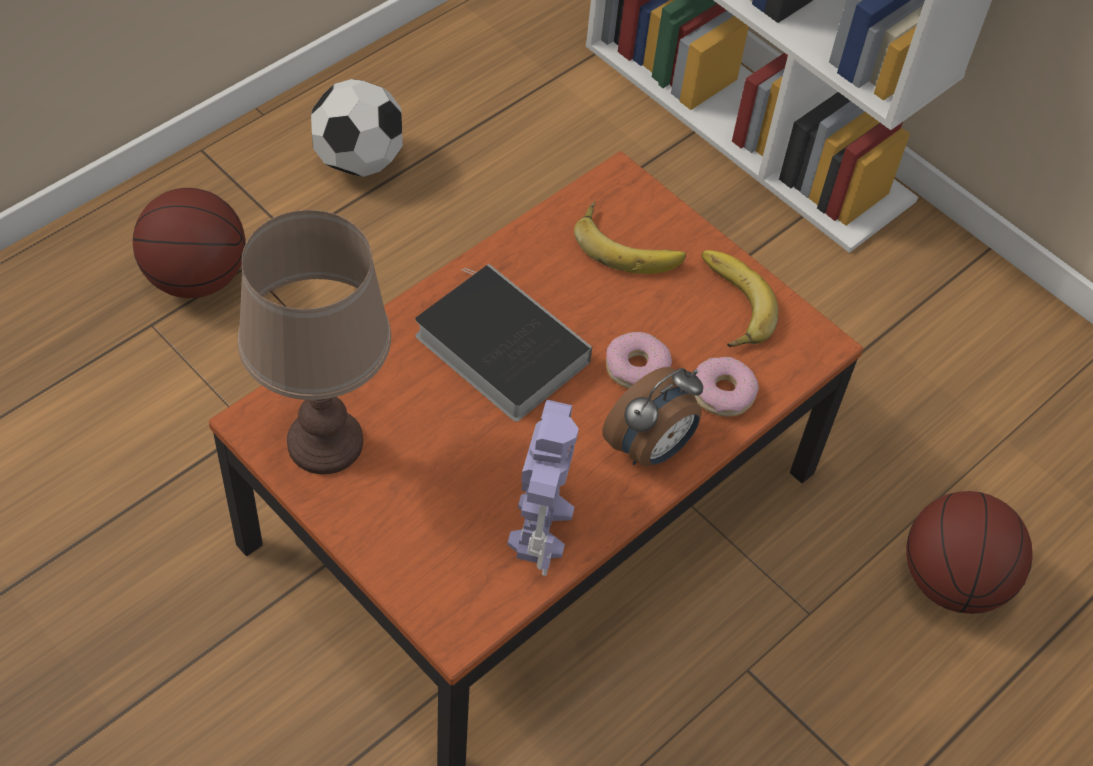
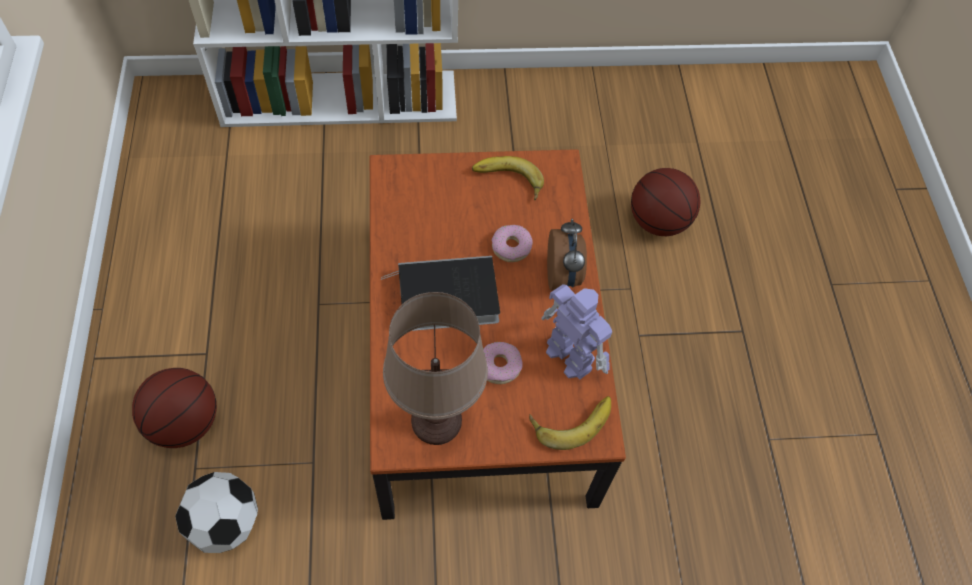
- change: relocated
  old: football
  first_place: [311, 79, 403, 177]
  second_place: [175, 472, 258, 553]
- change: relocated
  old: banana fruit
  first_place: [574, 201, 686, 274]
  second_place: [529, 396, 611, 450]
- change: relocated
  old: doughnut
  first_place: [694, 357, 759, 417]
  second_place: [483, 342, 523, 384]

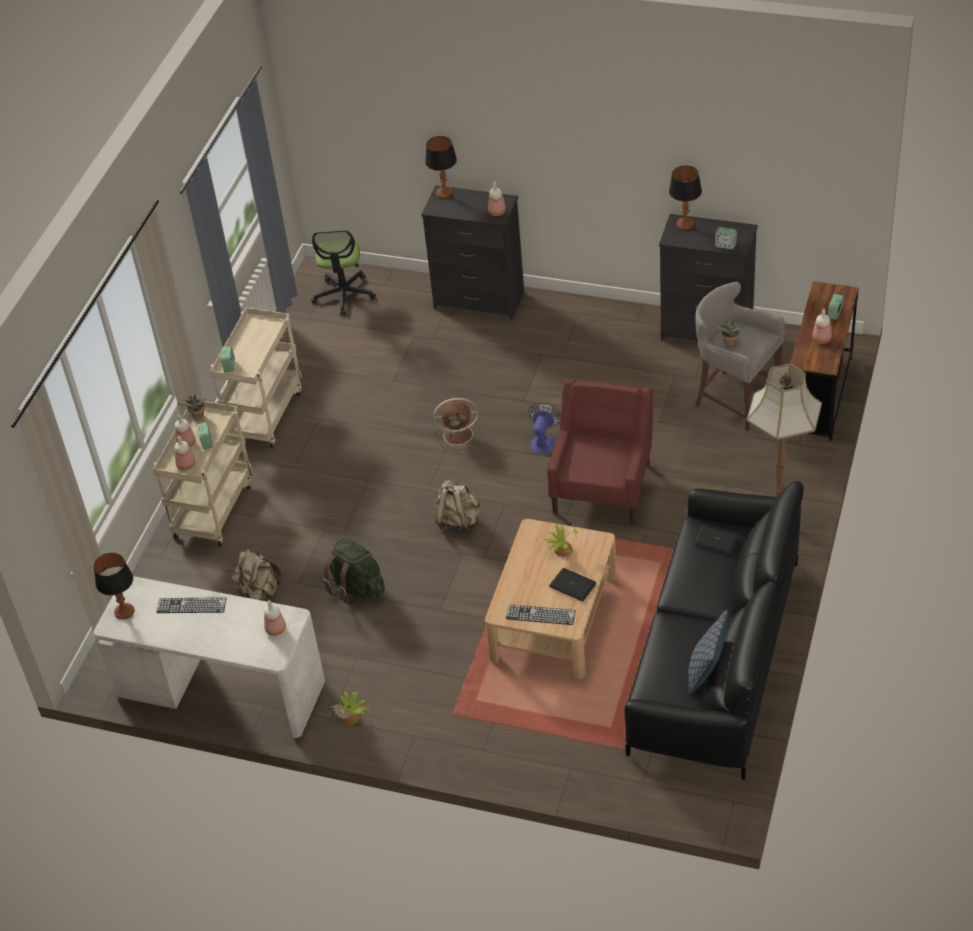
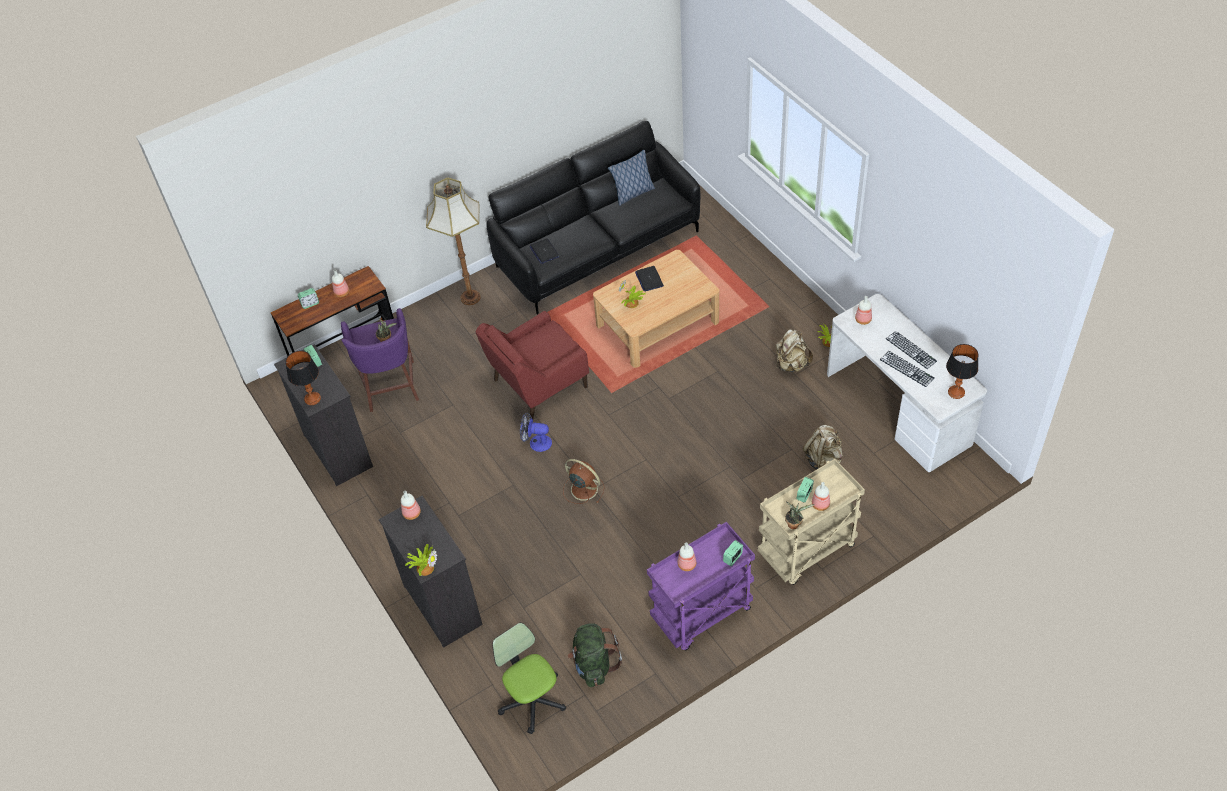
- change: relocated
  old: bottle
  first_place: [174, 436, 195, 470]
  second_place: [677, 542, 696, 571]
- change: relocated
  old: green rucksack
  first_place: [323, 539, 385, 605]
  second_place: [568, 623, 622, 687]
- change: relocated
  old: beige rucksack
  first_place: [435, 480, 480, 533]
  second_place: [776, 329, 813, 372]
- change: relocated
  old: computer keyboard
  first_place: [506, 605, 576, 625]
  second_place: [886, 331, 937, 369]
- change: exchanged
  old: table lamp
  new: plant in a pot
  first_place: [425, 136, 457, 199]
  second_place: [405, 544, 437, 576]
- change: colour
  old: beige cart
  new: purple-coloured cart
  first_place: [210, 307, 302, 448]
  second_place: [647, 522, 755, 650]
- change: colour
  old: gray sitting stool
  new: purple-coloured sitting stool
  first_place: [695, 282, 785, 431]
  second_place: [341, 308, 419, 412]
- change: spun
  old: office chair
  first_place: [311, 230, 376, 315]
  second_place: [492, 623, 566, 734]
  degrees: -75
- change: spun
  old: cooling fan
  first_place: [528, 402, 561, 454]
  second_place: [520, 412, 552, 452]
  degrees: 45

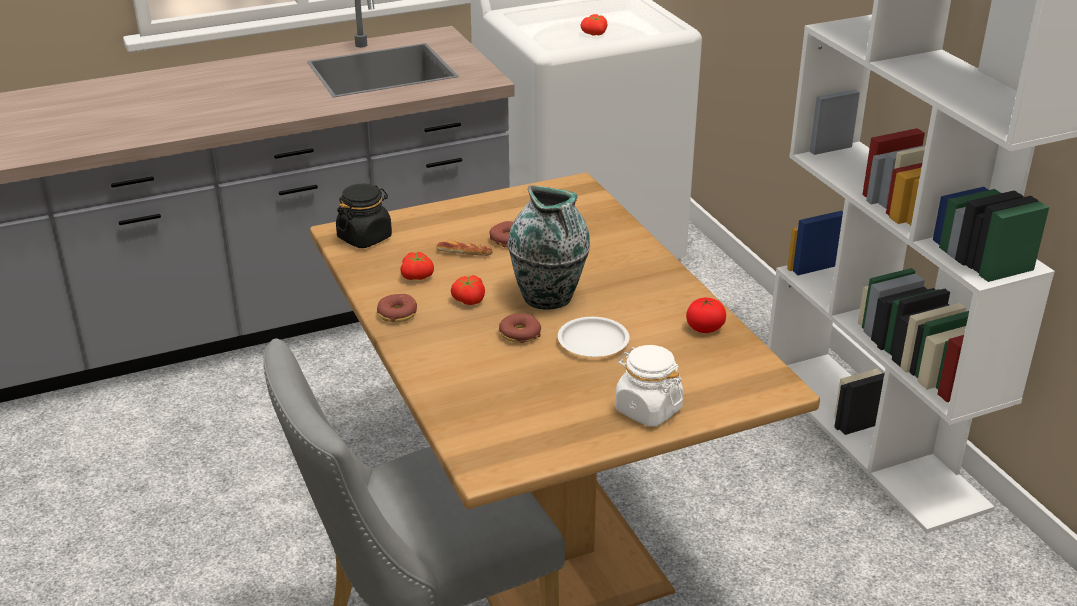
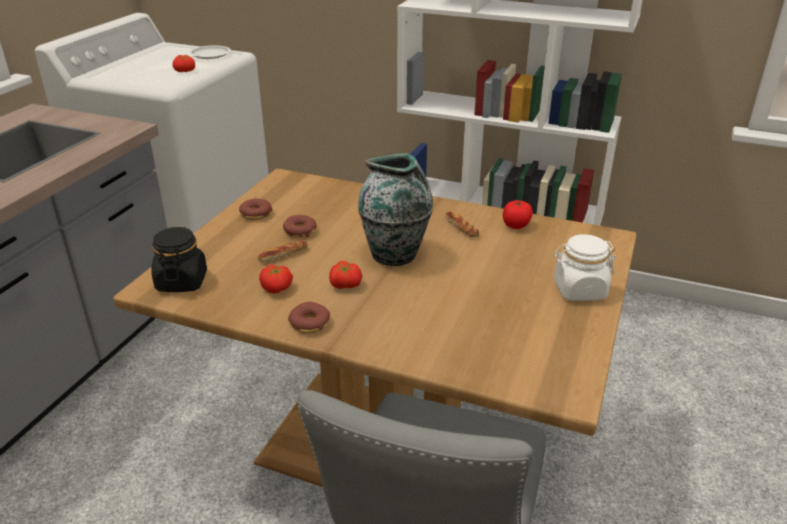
- change: appeared
  new: bakery bread
  second_place: [445, 211, 479, 238]
- change: relocated
  old: doughnut
  first_place: [499, 313, 541, 343]
  second_place: [239, 198, 272, 220]
- change: relocated
  old: white plate
  first_place: [558, 317, 629, 357]
  second_place: [189, 45, 231, 59]

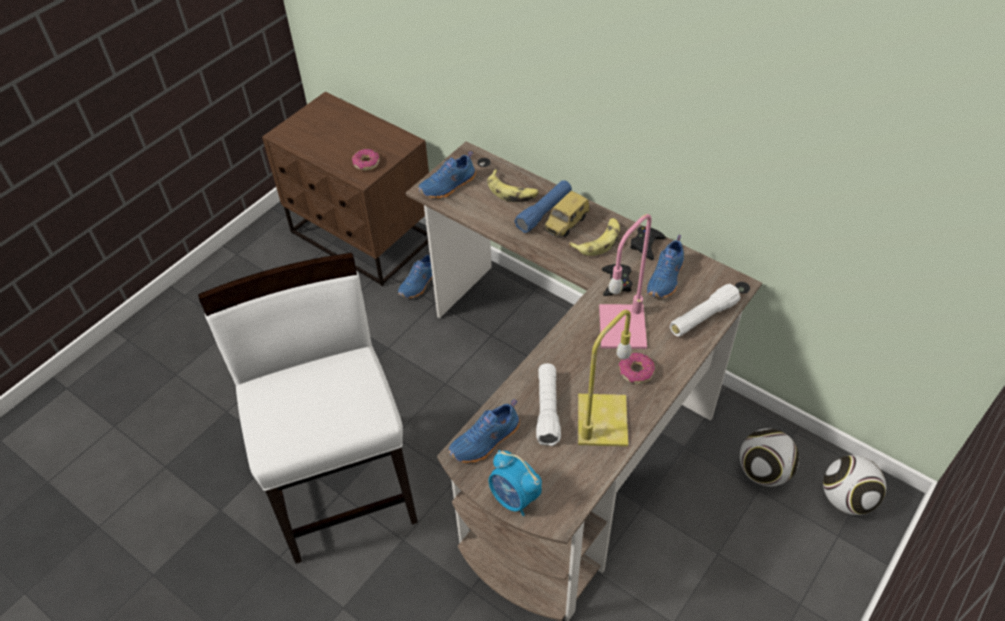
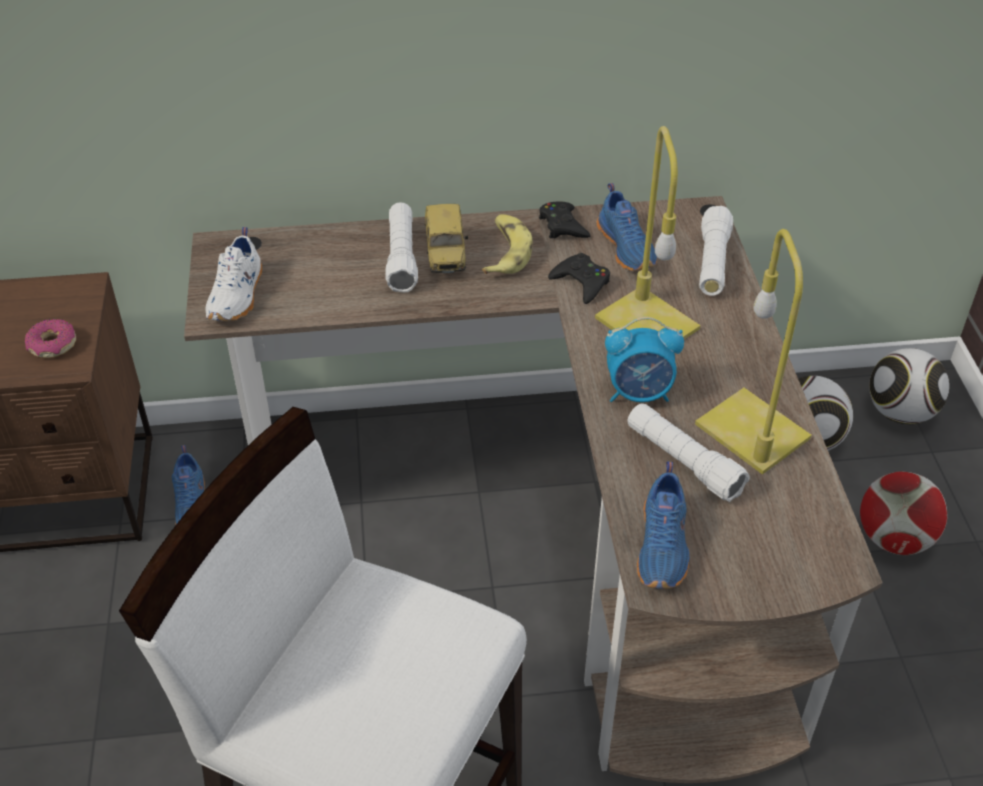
- change: missing
  old: banana fruit
  first_place: [487, 169, 539, 202]
- change: missing
  old: doughnut
  first_place: [619, 353, 655, 384]
- change: appeared
  new: football
  second_place: [860, 471, 948, 555]
- change: relocated
  old: table clock
  first_place: [489, 450, 542, 516]
  second_place: [605, 317, 684, 402]
- change: colour
  old: bluish shoe
  new: white shoe
  first_place: [418, 151, 476, 199]
  second_place: [206, 227, 262, 321]
- change: colour
  old: bluish hand torch
  new: white hand torch
  first_place: [514, 180, 572, 233]
  second_place: [386, 202, 418, 293]
- change: colour
  old: pink-coloured table lamp
  new: yellowish table lamp
  first_place: [599, 214, 652, 349]
  second_place: [595, 126, 701, 339]

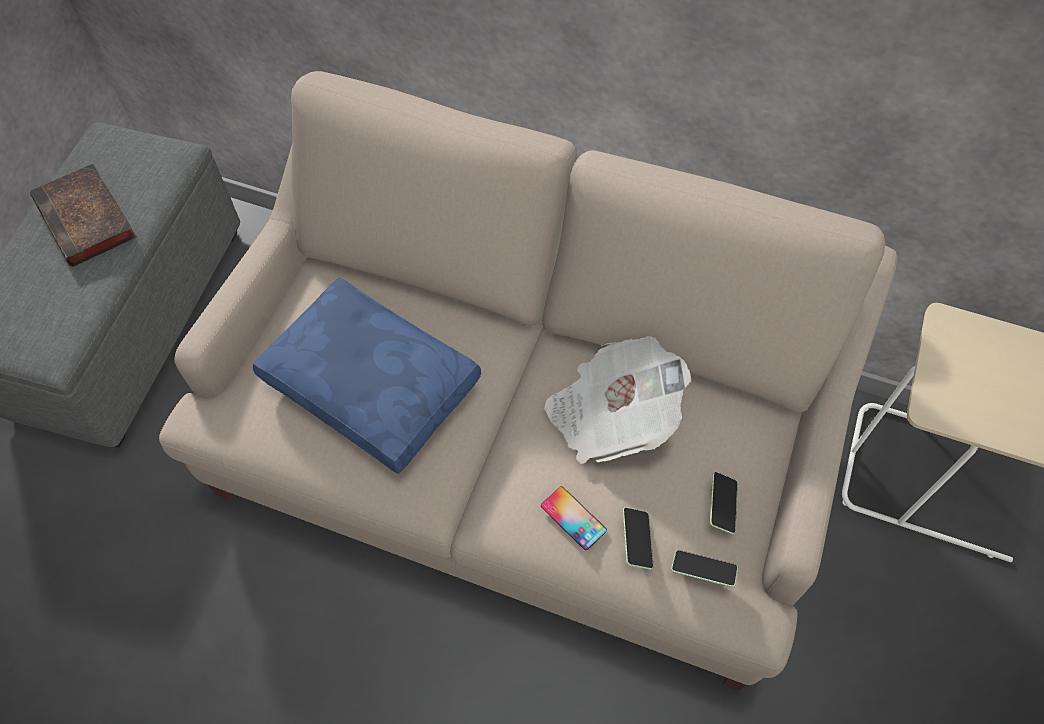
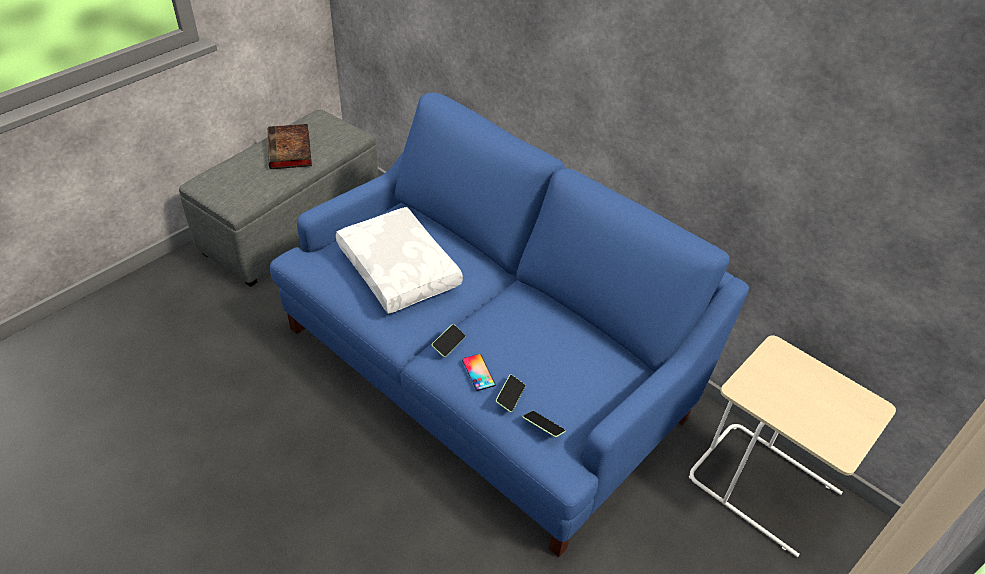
- change: missing
  old: newspaper
  first_place: [544, 336, 692, 464]
- change: relocated
  old: telephone
  first_place: [710, 471, 738, 534]
  second_place: [432, 324, 466, 357]
- change: colour
  old: beige sofa
  new: bluish sofa
  first_place: [159, 71, 898, 691]
  second_place: [270, 93, 749, 557]
- change: colour
  old: bluish cushion
  new: white cushion
  first_place: [253, 278, 481, 474]
  second_place: [336, 207, 463, 314]

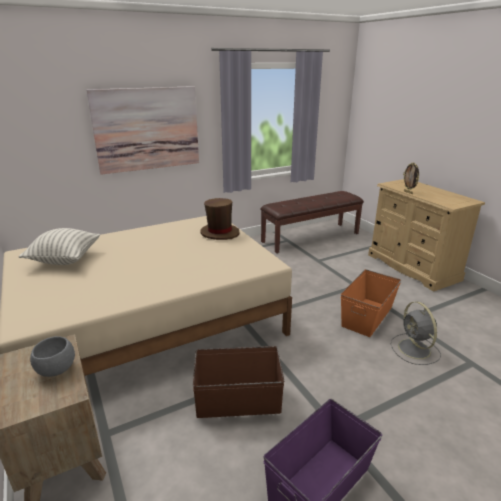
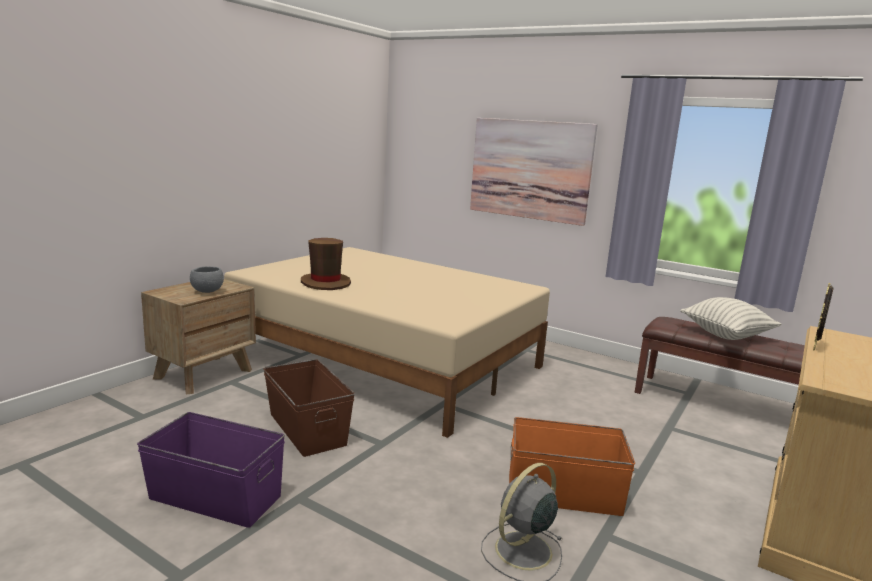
- change: relocated
  old: cushion
  first_place: [19, 228, 100, 265]
  second_place: [680, 297, 781, 340]
- change: relocated
  old: brown-coloured wearable hat
  first_place: [201, 198, 240, 240]
  second_place: [301, 238, 351, 290]

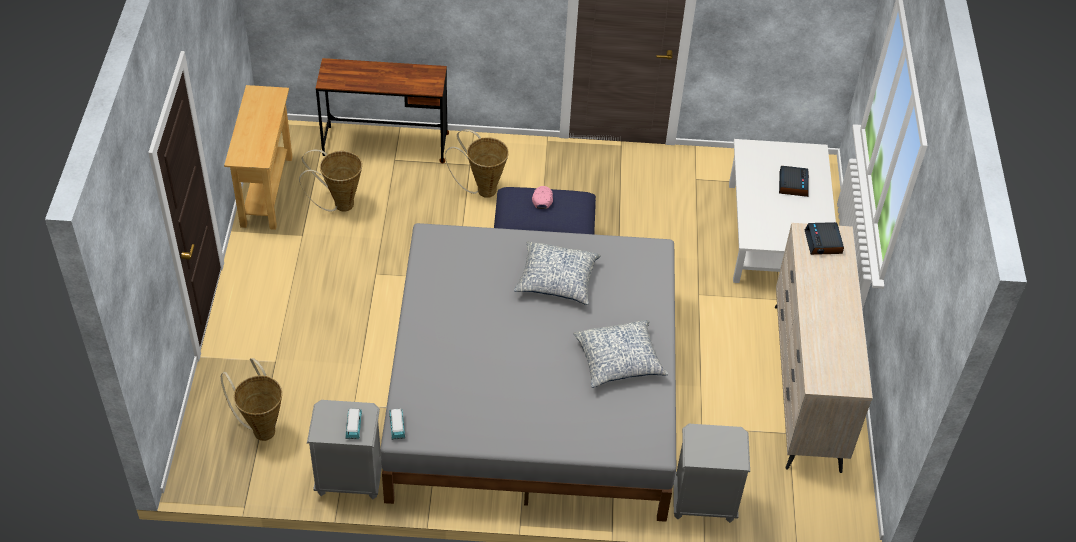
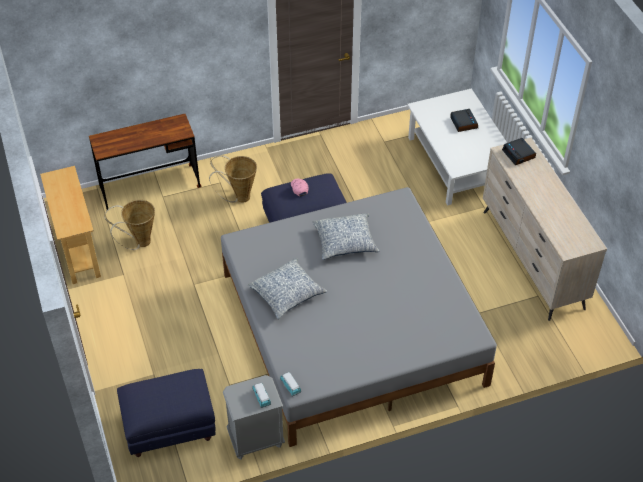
- change: missing
  old: gray night table
  first_place: [673, 424, 750, 523]
- change: relocated
  old: cushion
  first_place: [573, 320, 668, 388]
  second_place: [248, 258, 327, 319]
- change: exchanged
  old: storage basket
  new: bluish footrest
  first_place: [221, 358, 282, 441]
  second_place: [117, 369, 216, 457]

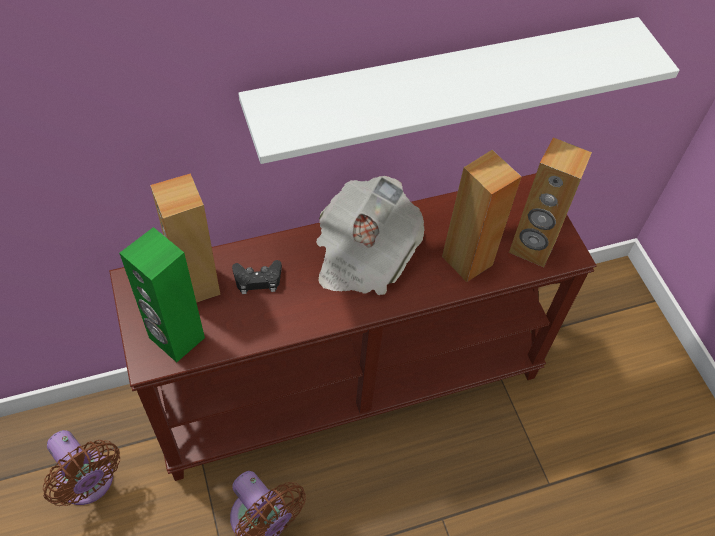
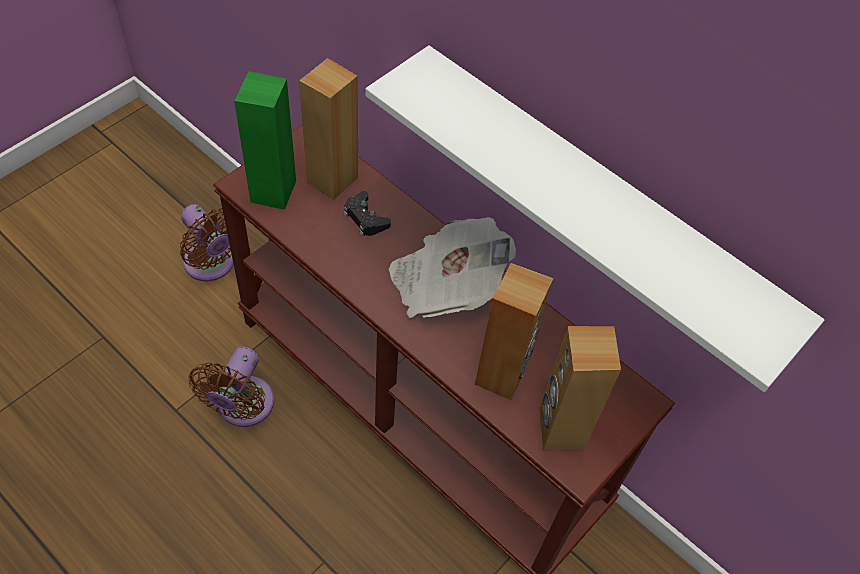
- change: spun
  old: brown-coloured cooling fan
  first_place: [43, 430, 120, 506]
  second_place: [180, 204, 246, 282]
  degrees: -60

